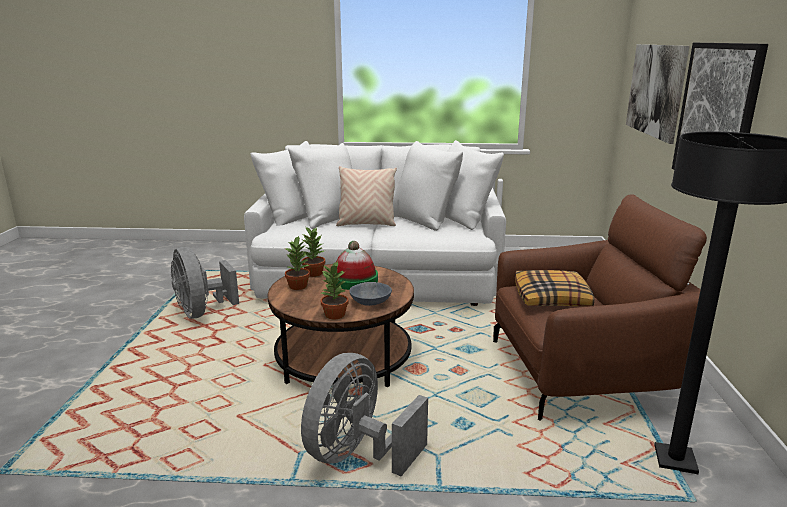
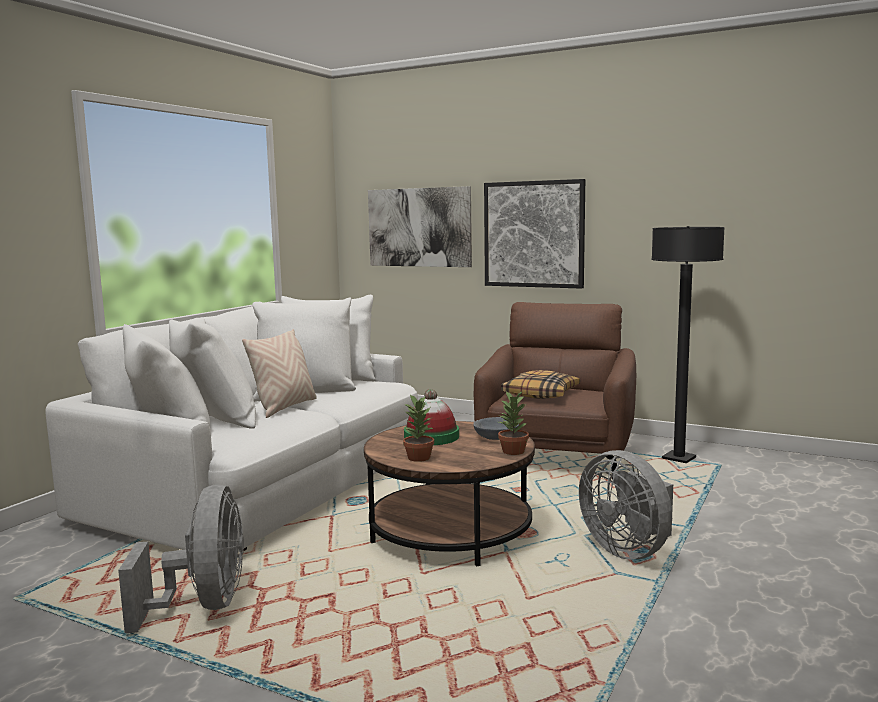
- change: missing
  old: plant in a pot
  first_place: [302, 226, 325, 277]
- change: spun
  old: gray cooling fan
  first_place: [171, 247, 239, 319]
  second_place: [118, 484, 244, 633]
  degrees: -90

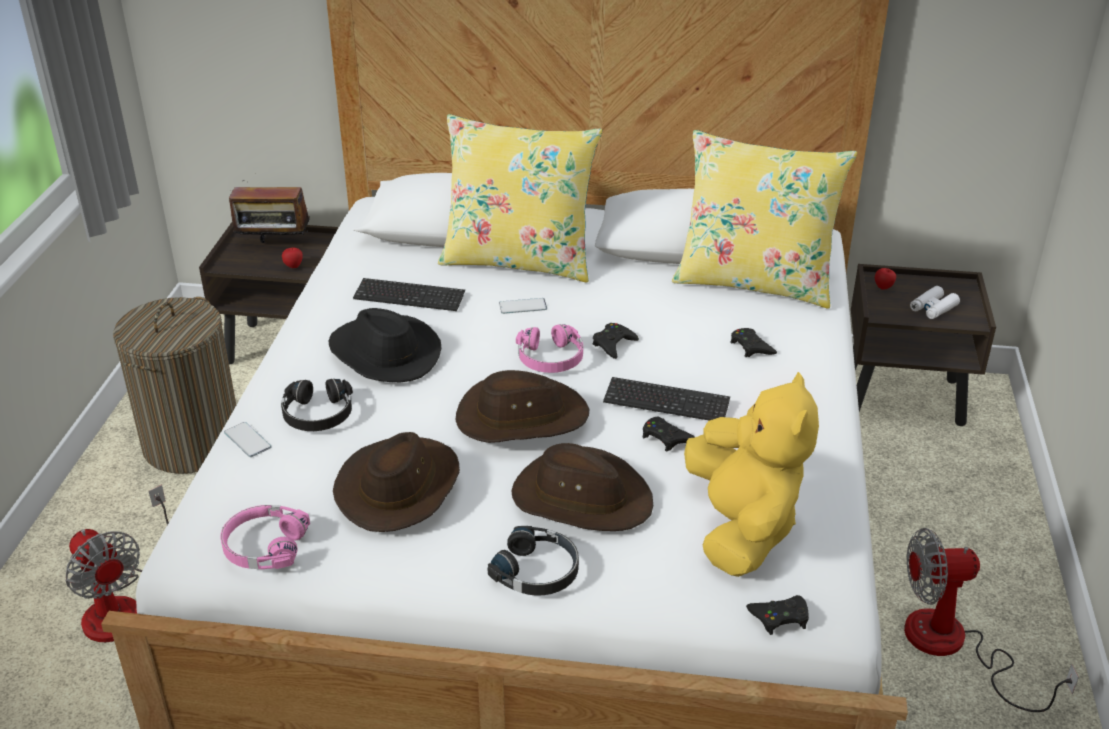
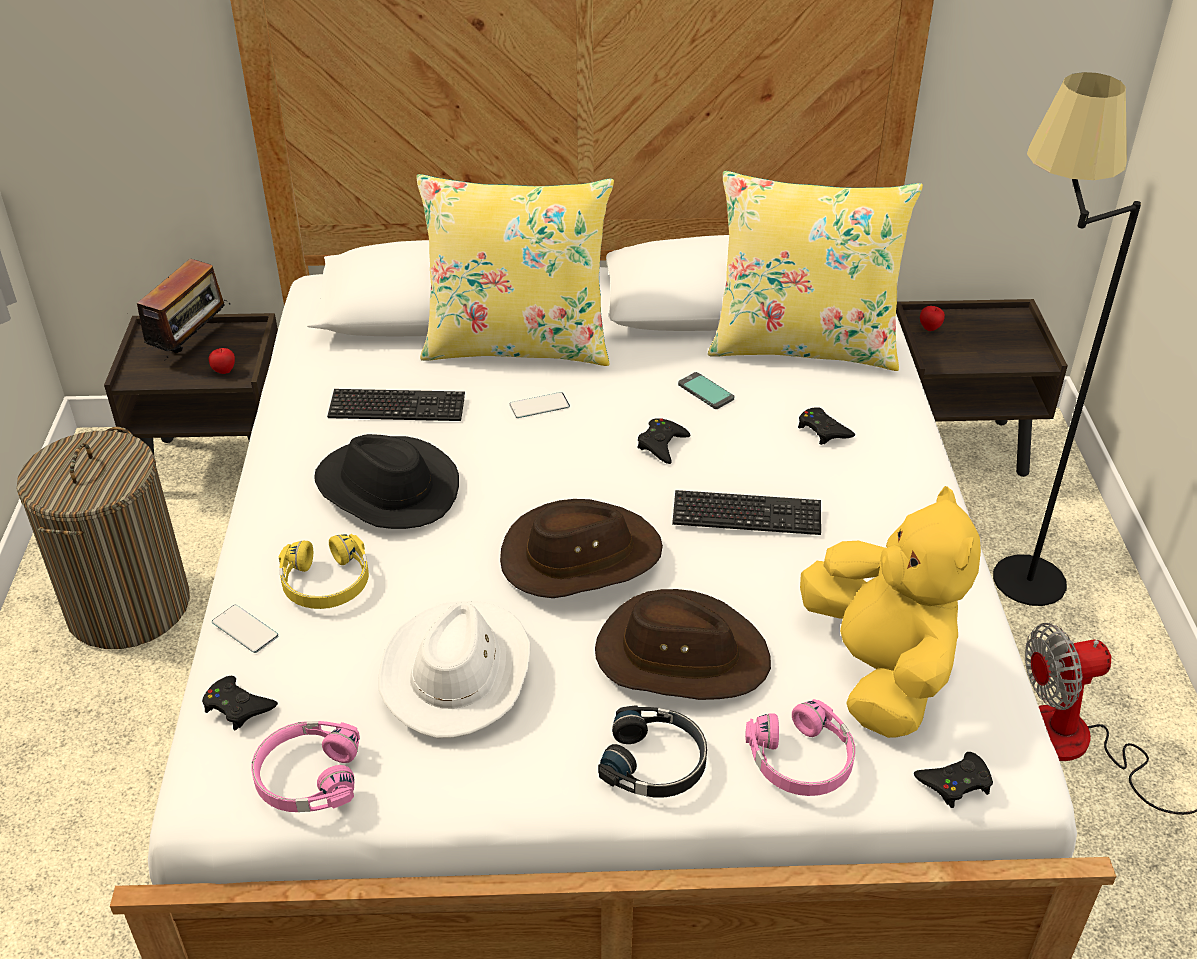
- change: missing
  old: cooling fan
  first_place: [65, 485, 169, 642]
- change: missing
  old: white field glasses
  first_place: [910, 286, 960, 319]
- change: appeared
  new: telephone
  second_place: [678, 372, 734, 409]
- change: appeared
  new: black standard lamp
  second_place: [993, 72, 1141, 606]
- change: relocated
  old: pink-coloured headset
  first_place: [516, 324, 583, 373]
  second_place: [745, 699, 855, 796]
- change: relocated
  old: black gamepad
  first_place: [643, 417, 695, 451]
  second_place: [202, 676, 278, 730]
- change: colour
  old: black headset
  new: yellowish headset
  first_place: [281, 379, 353, 431]
  second_place: [279, 534, 369, 609]
- change: colour
  old: brown-coloured wearable hat
  new: white wearable hat
  first_place: [333, 432, 460, 532]
  second_place: [378, 601, 531, 738]
- change: spun
  old: radio
  first_place: [229, 180, 310, 243]
  second_place: [128, 259, 230, 361]
  degrees: -60

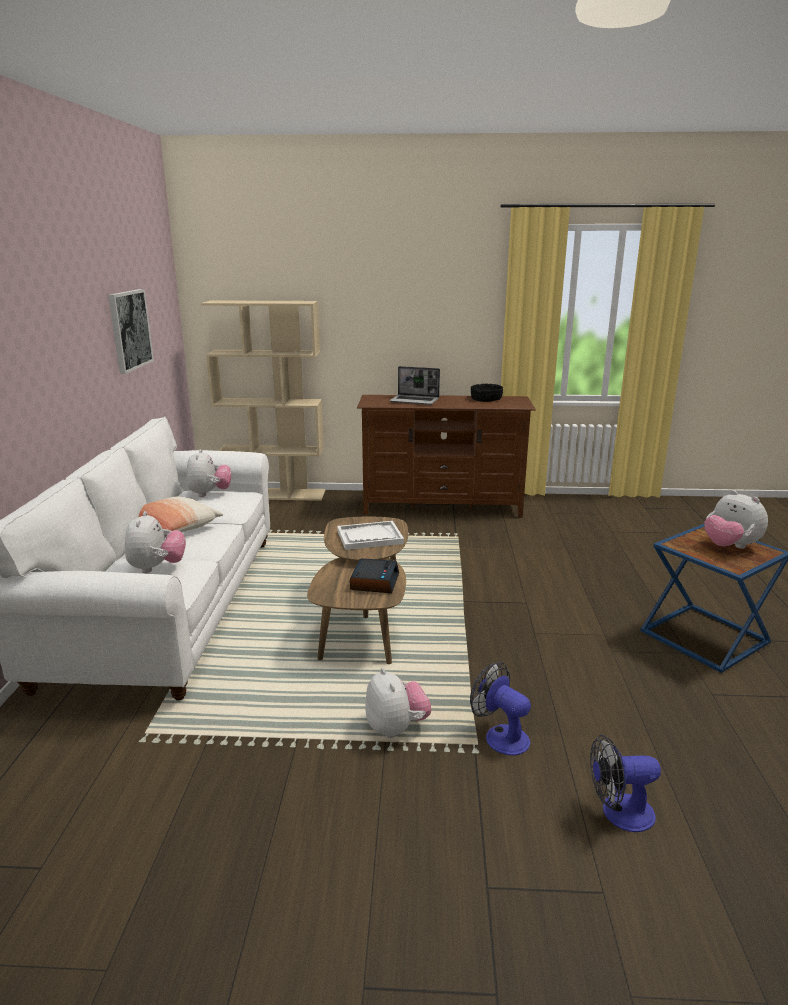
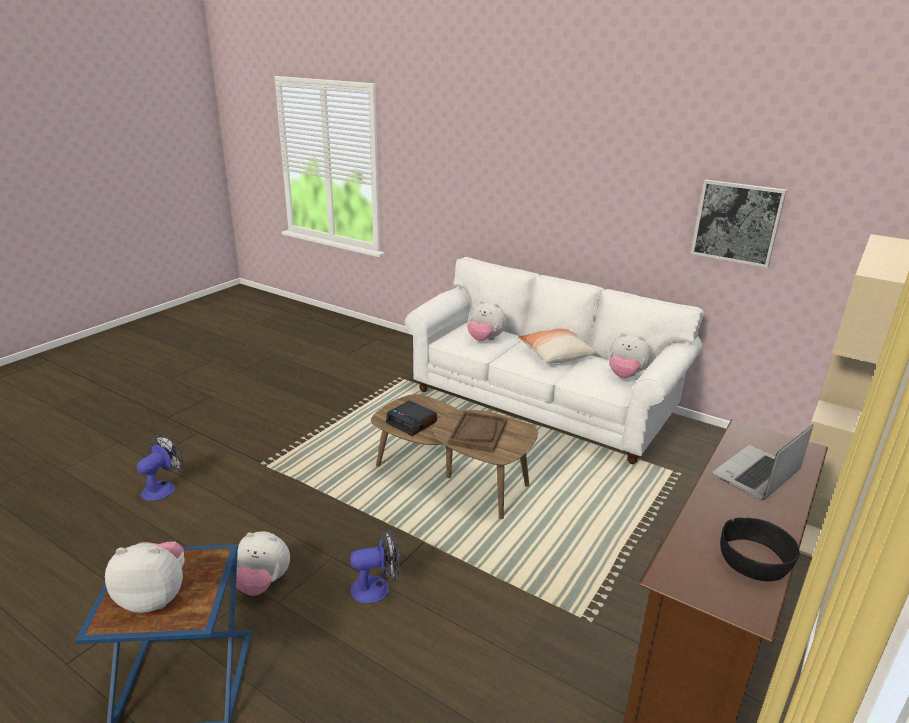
- change: relocated
  old: plush toy
  first_place: [365, 668, 431, 738]
  second_place: [236, 531, 290, 596]
- change: relocated
  old: cooling fan
  first_place: [470, 662, 531, 755]
  second_place: [350, 529, 400, 604]
- change: colour
  old: white tray
  new: brown-coloured tray
  first_place: [337, 521, 404, 550]
  second_place: [448, 411, 507, 453]

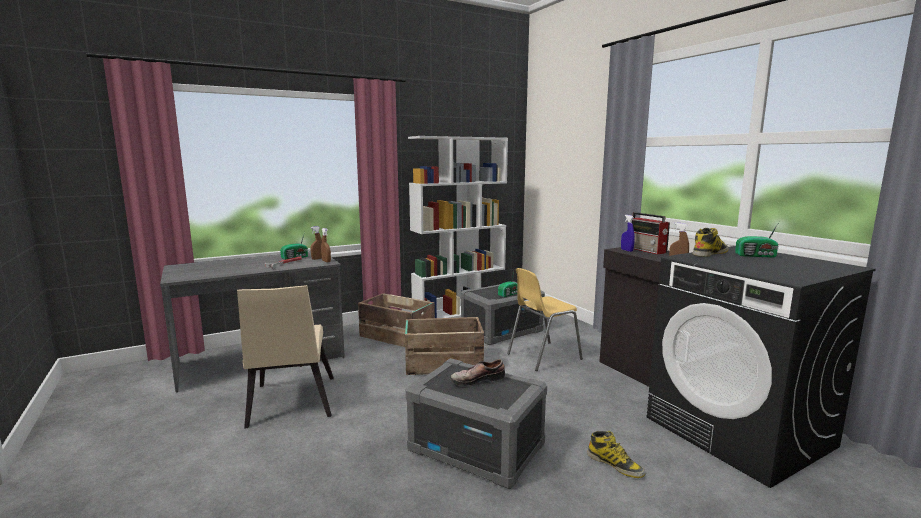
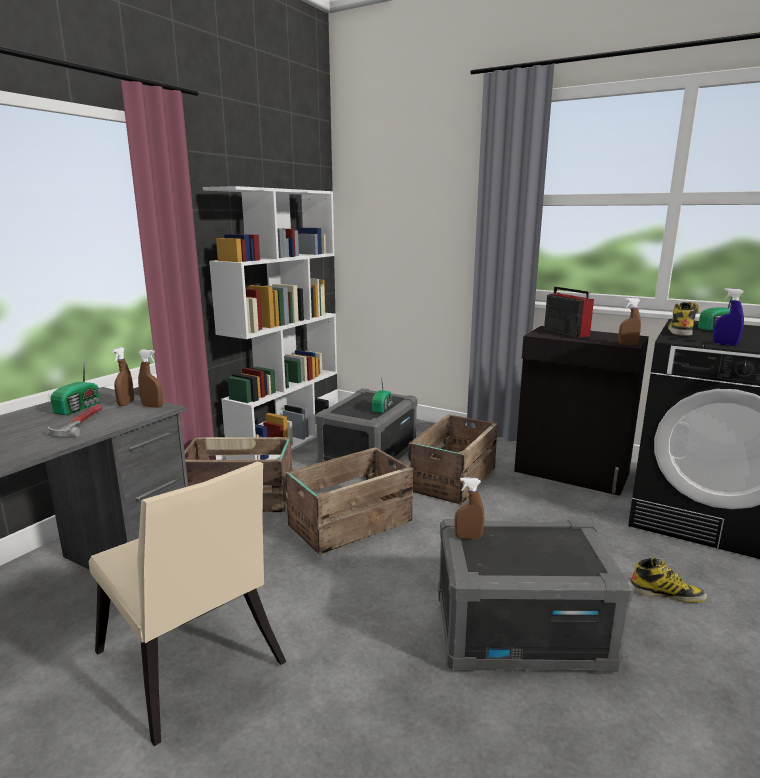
- change: missing
  old: shoe
  first_place: [451, 359, 505, 386]
- change: appeared
  new: brown-coloured sprayer
  second_place: [455, 477, 484, 539]
- change: relocated
  old: bluish sprayer
  first_place: [621, 215, 635, 252]
  second_place: [713, 288, 744, 346]
- change: exchanged
  old: yellowish plain chair
  new: shipping crate
  first_place: [507, 268, 583, 371]
  second_place: [408, 414, 498, 505]
- change: spun
  old: radio
  first_place: [632, 212, 670, 254]
  second_place: [544, 287, 594, 337]
  degrees: -150

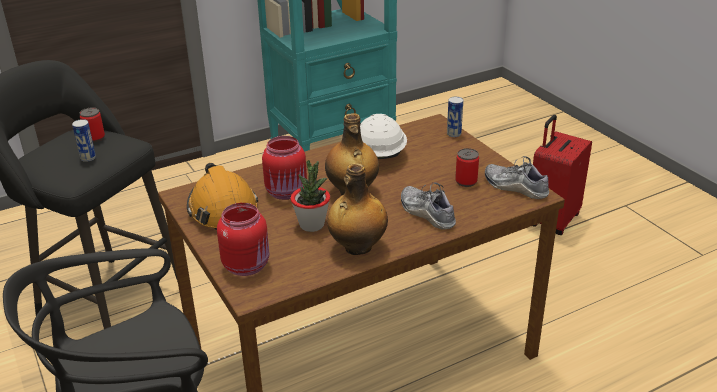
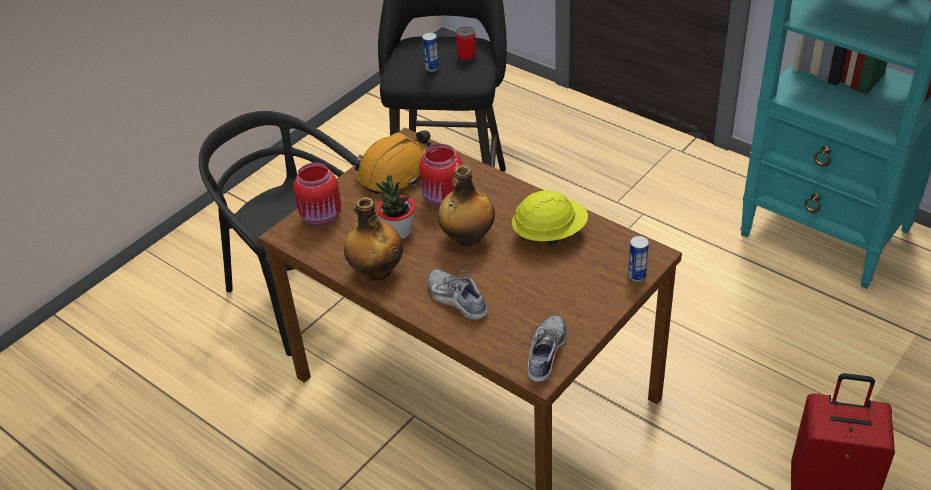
- change: missing
  old: can
  first_place: [455, 148, 479, 187]
- change: colour
  old: white hard hat
  new: yellowish hard hat
  first_place: [360, 114, 407, 159]
  second_place: [512, 190, 588, 246]
- change: spun
  old: shoe
  first_place: [401, 182, 456, 230]
  second_place: [427, 269, 487, 320]
  degrees: -75

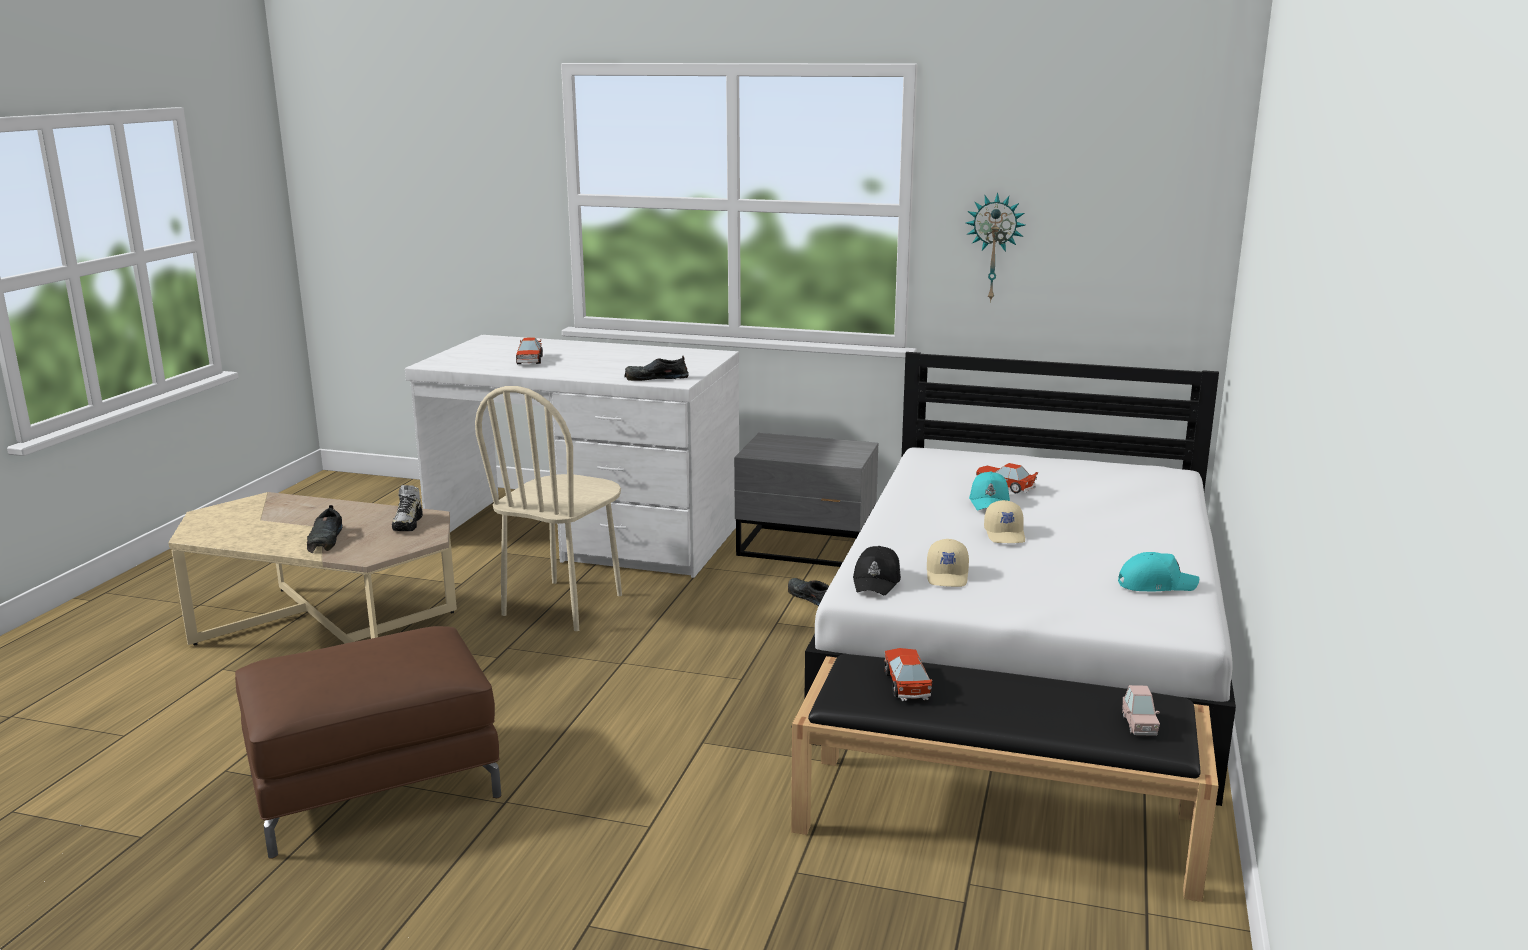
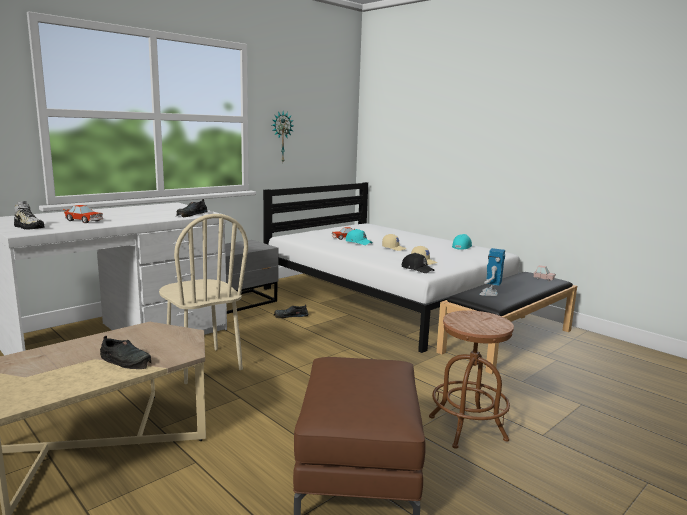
- change: appeared
  new: brown-coloured sitting stool
  second_place: [429, 310, 514, 449]
- change: relocated
  old: shoe
  first_place: [392, 485, 423, 531]
  second_place: [14, 201, 45, 230]
- change: exchanged
  old: toy car
  new: toy robot
  first_place: [884, 648, 933, 701]
  second_place: [479, 248, 505, 296]

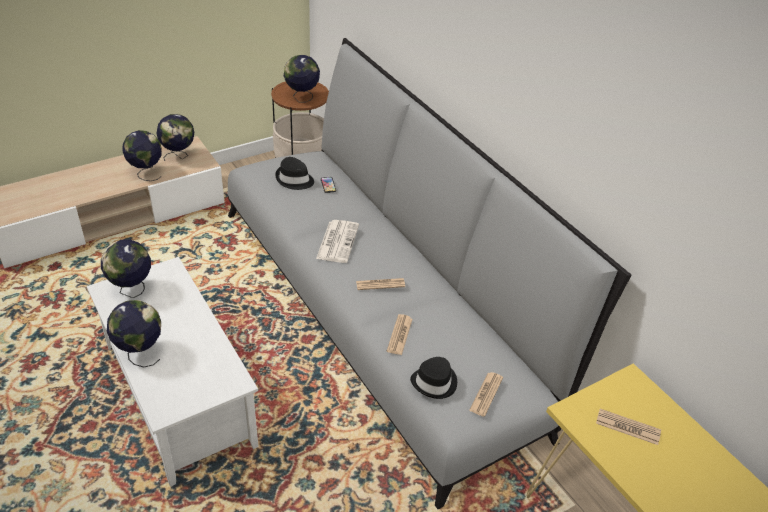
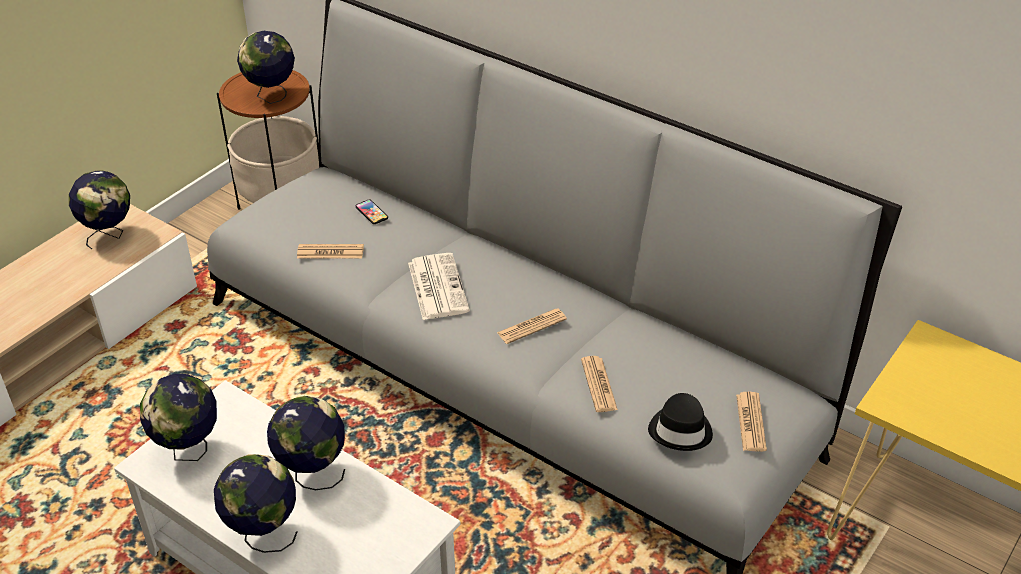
- change: missing
  old: black wearable hat
  first_place: [275, 157, 314, 190]
- change: relocated
  old: globe
  first_place: [122, 130, 162, 181]
  second_place: [267, 396, 345, 490]
- change: relocated
  old: newspaper
  first_place: [596, 409, 661, 445]
  second_place: [297, 244, 364, 259]

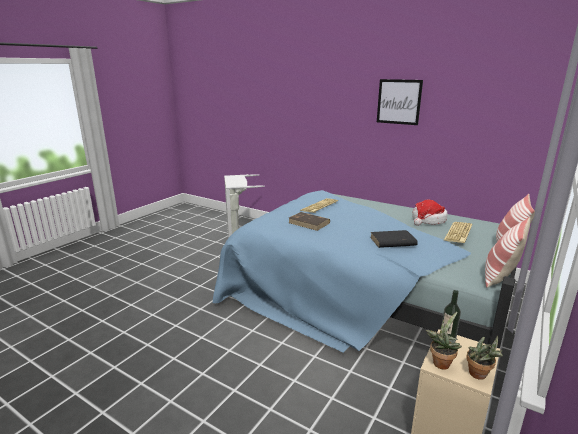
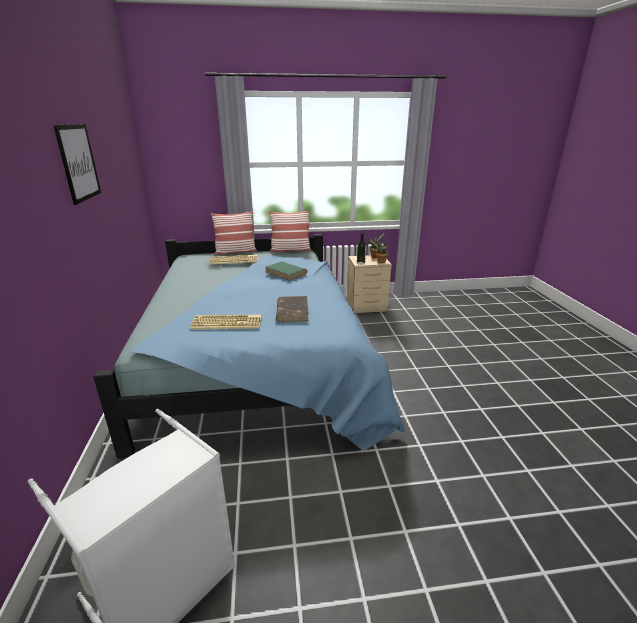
- change: missing
  old: wearable hat
  first_place: [412, 200, 448, 226]
- change: colour
  old: black bound book
  new: green bound book
  first_place: [370, 230, 418, 248]
  second_place: [266, 261, 307, 281]

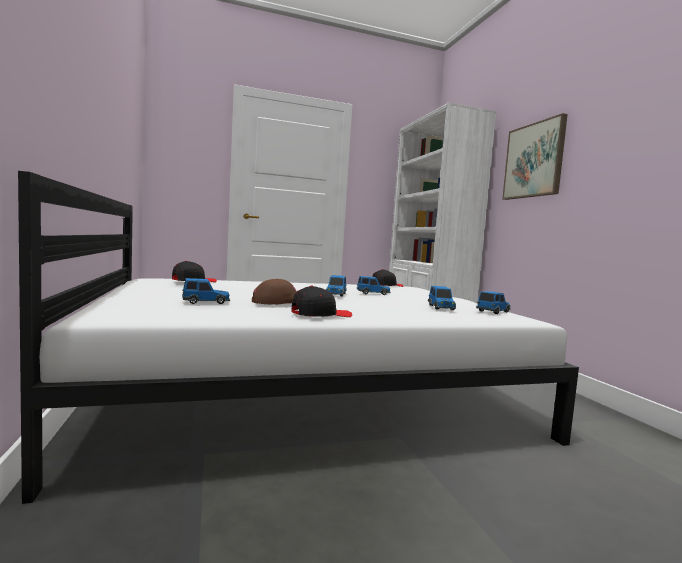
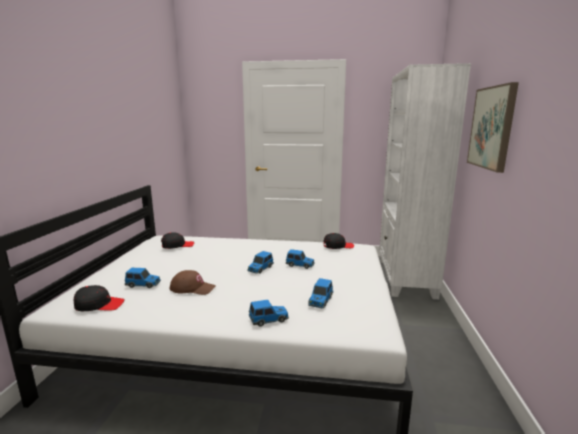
- change: relocated
  old: black cap
  first_place: [291, 286, 352, 317]
  second_place: [74, 285, 125, 311]
- change: relocated
  old: toy car
  first_place: [476, 291, 511, 314]
  second_place: [249, 299, 289, 327]

